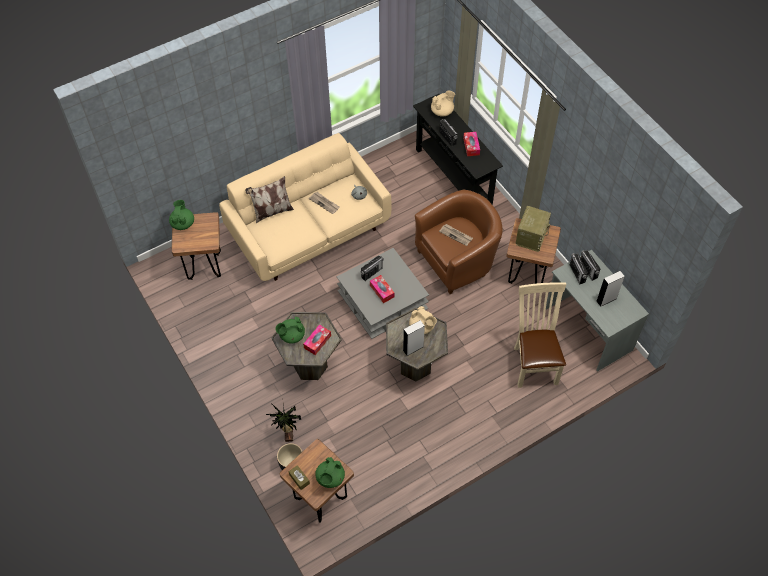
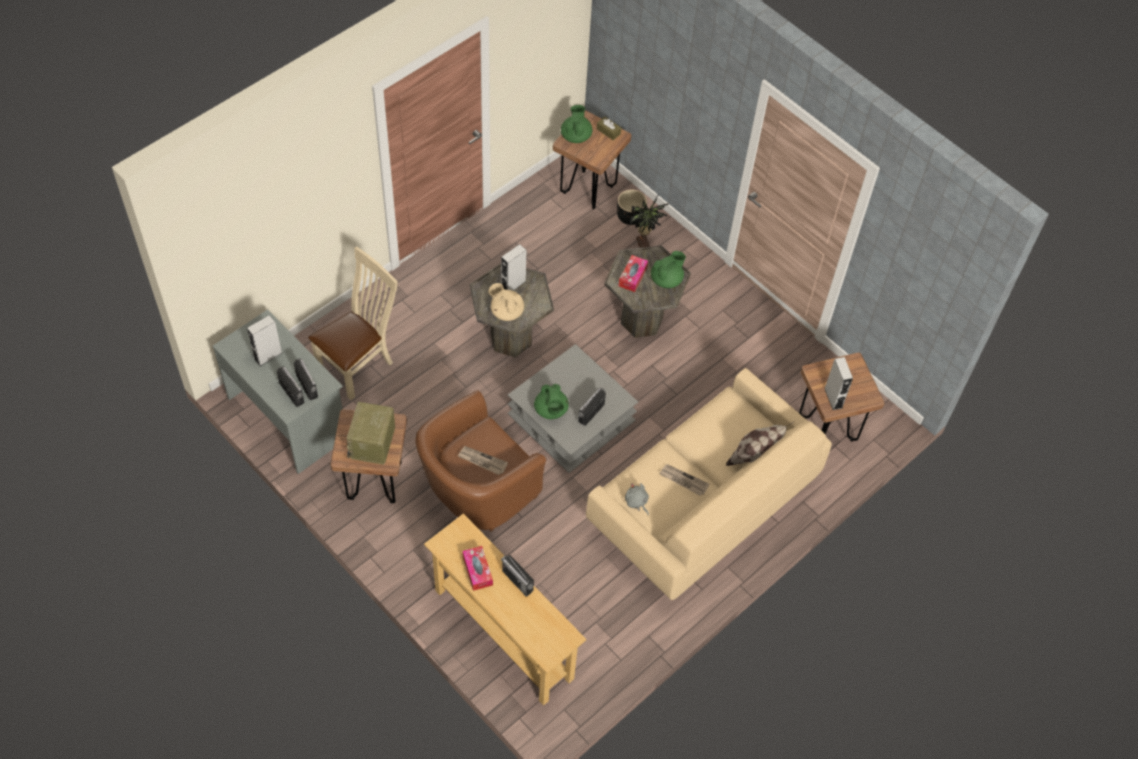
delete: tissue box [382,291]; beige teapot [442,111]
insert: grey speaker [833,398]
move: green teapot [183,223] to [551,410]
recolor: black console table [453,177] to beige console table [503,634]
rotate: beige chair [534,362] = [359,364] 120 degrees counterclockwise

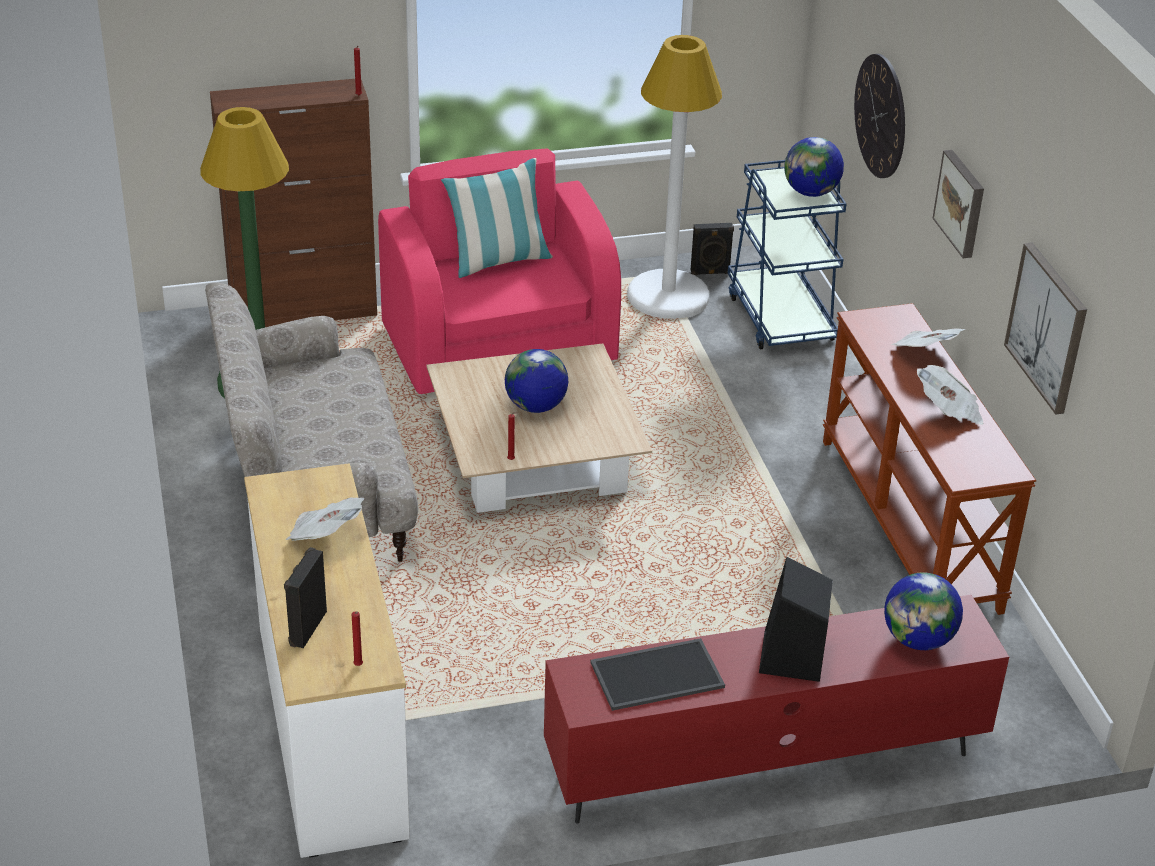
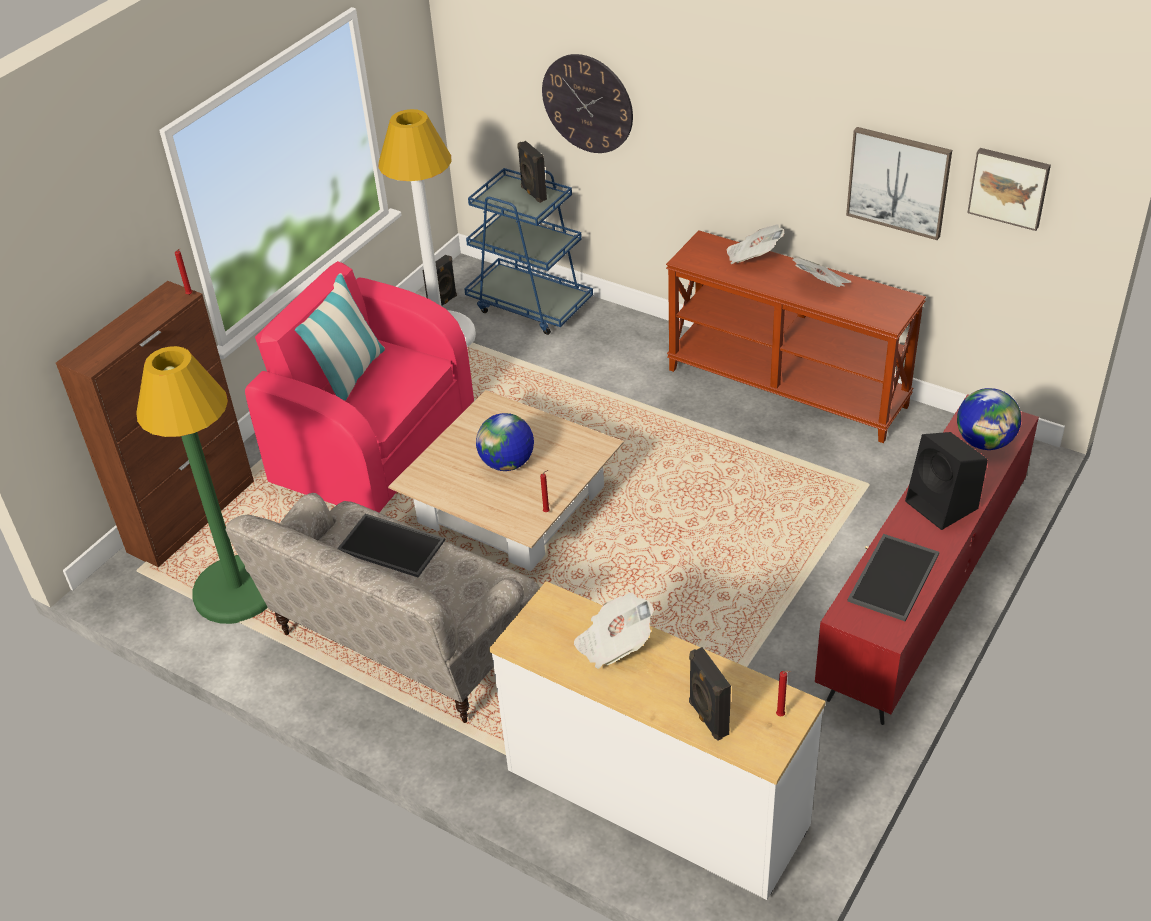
insert: tray [389,546]
move: picture [962,203] to [1009,187]
replace: globe [811,192] to black speaker [533,194]

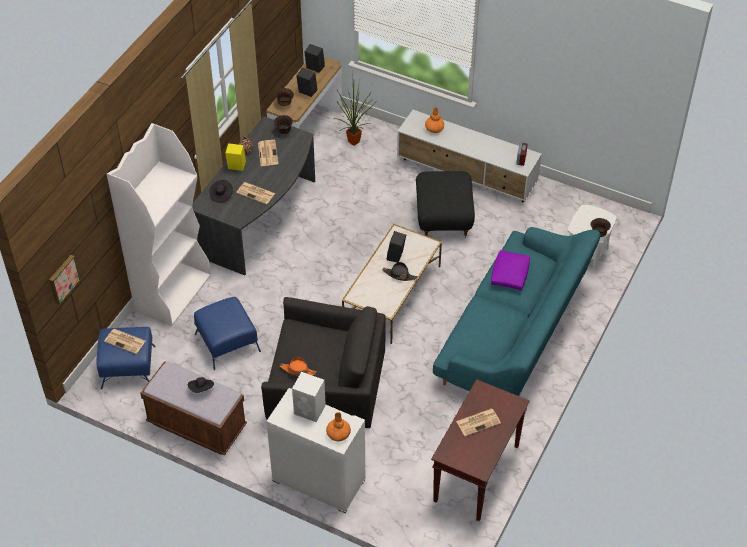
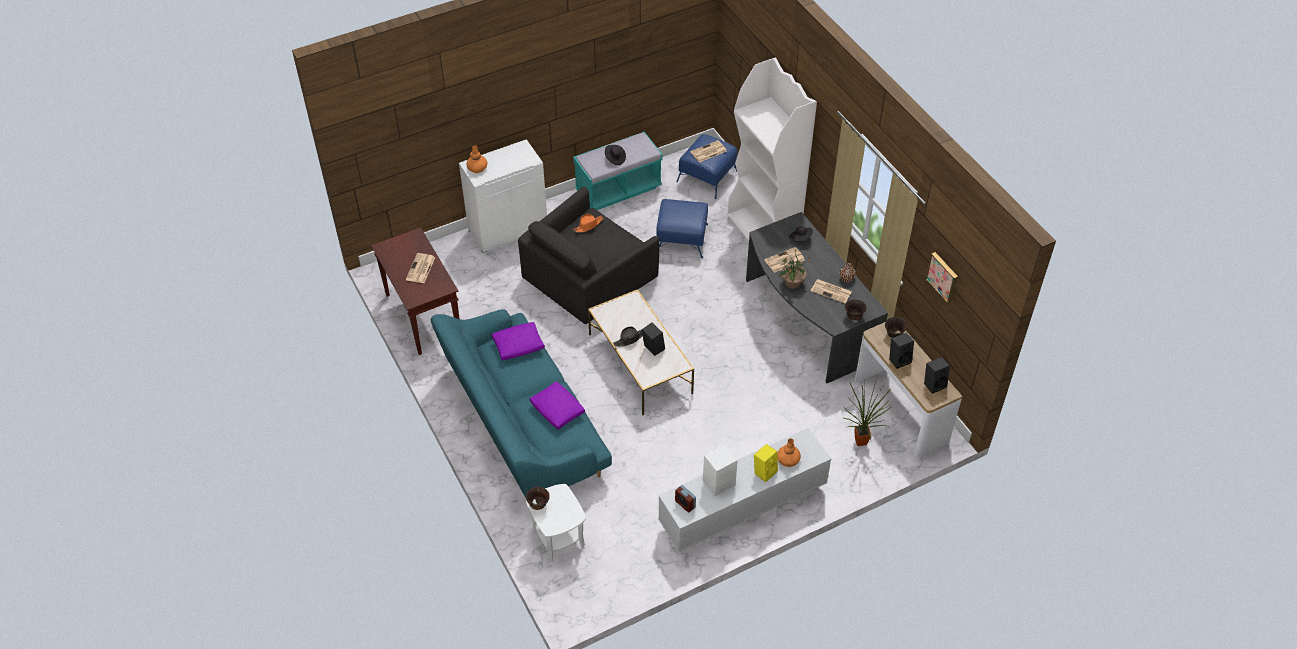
delete: black ottoman [443,218]
insert: purple pillow [519,345]; potted plant [792,283]
move: picture [63,279] to [943,277]; yellow speaker [236,167] to [764,471]; white speaker [310,410] to [718,483]
recolor: brown bench [197,425] to turquoise bench [618,189]

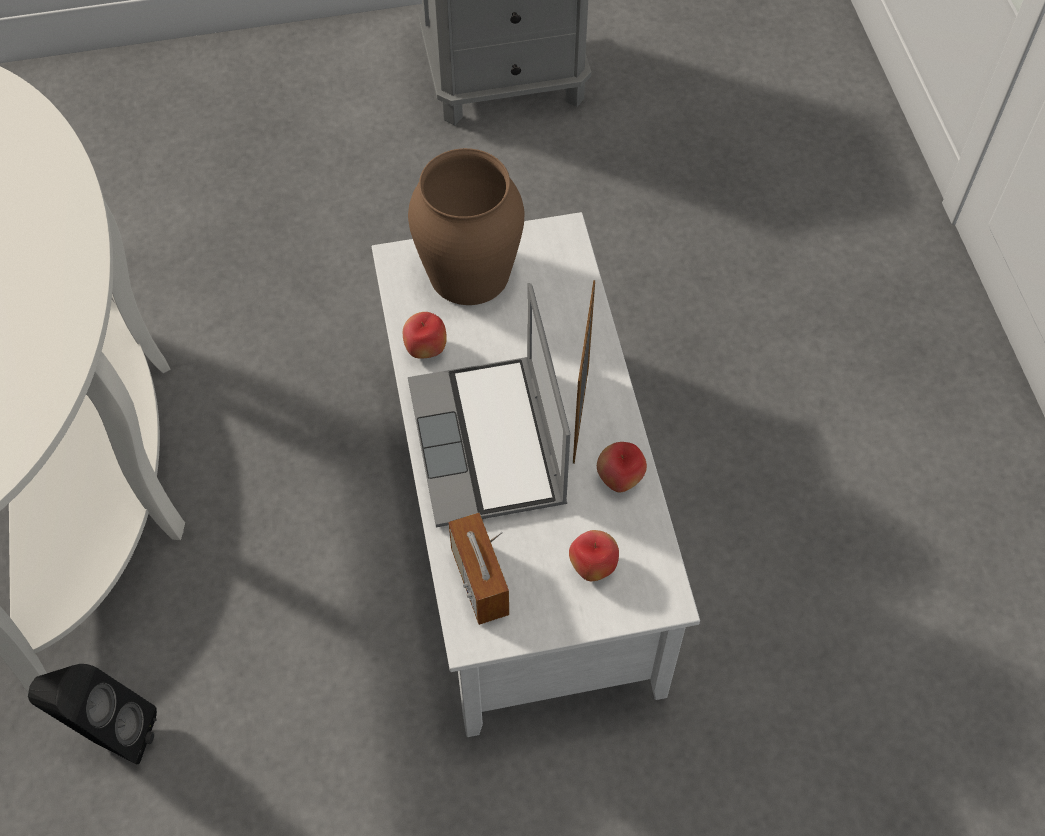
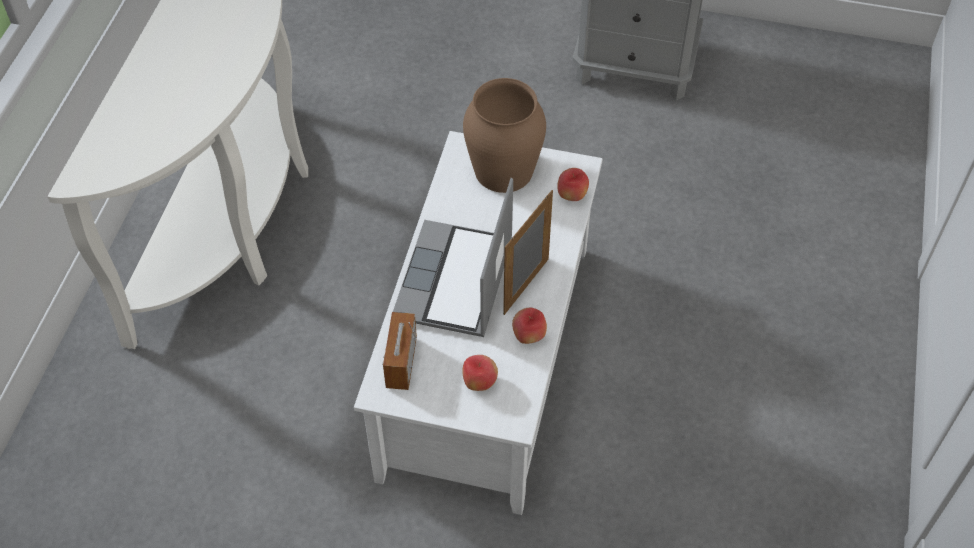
delete: black speaker [110,735]
move: apple [426,349] to [572,196]

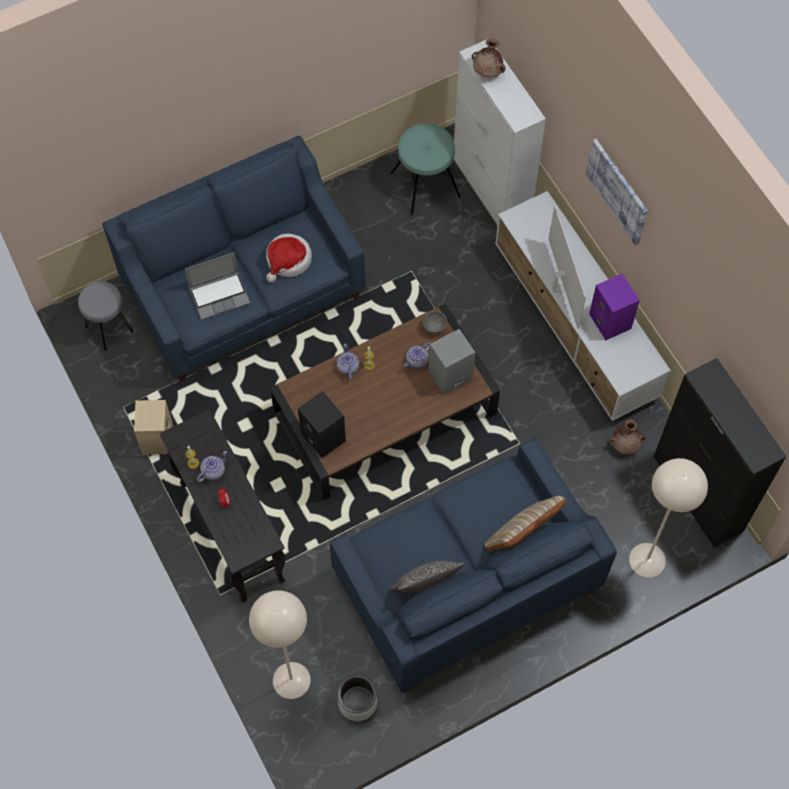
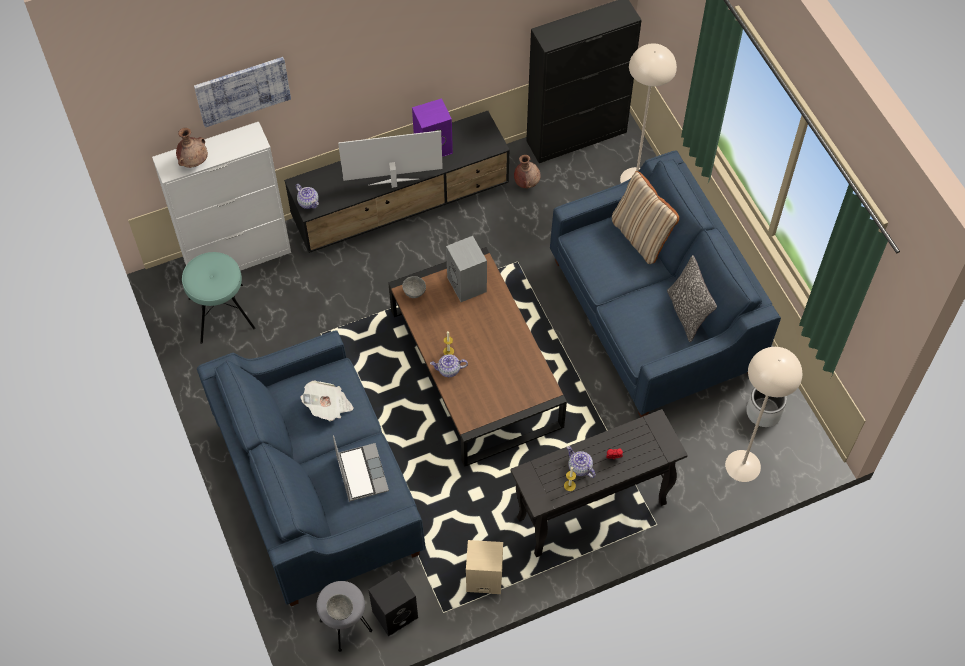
insert: grey bowl [341,611]
move: black speaker [324,437] to [395,613]; teapot [417,361] to [309,202]; picture [618,191] to [242,90]
replace: hat [288,260] to newspaper [328,407]
recolor: white tv stand [574,327] to black tv stand [402,206]

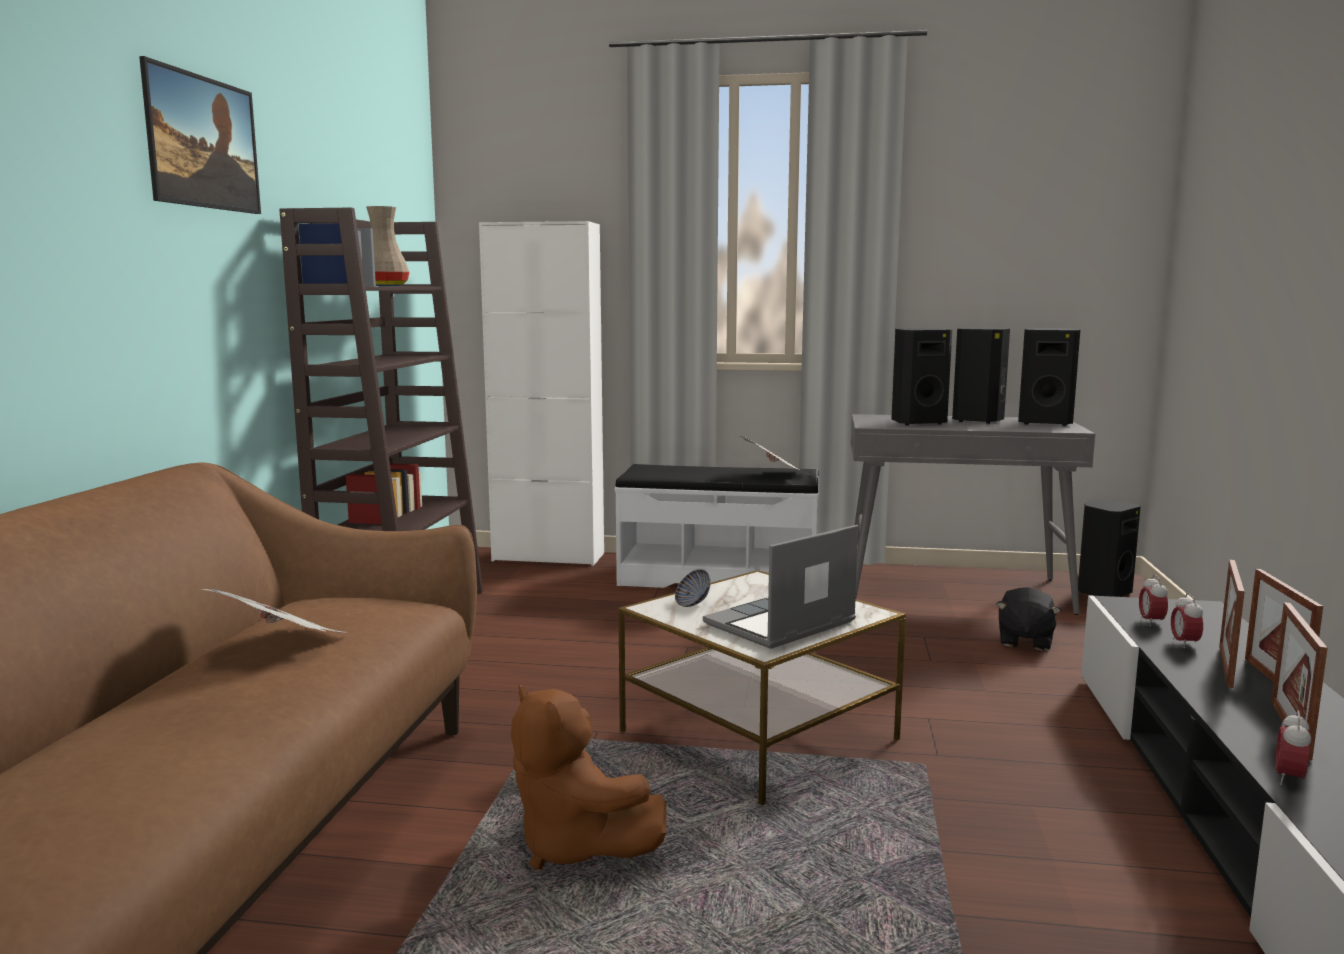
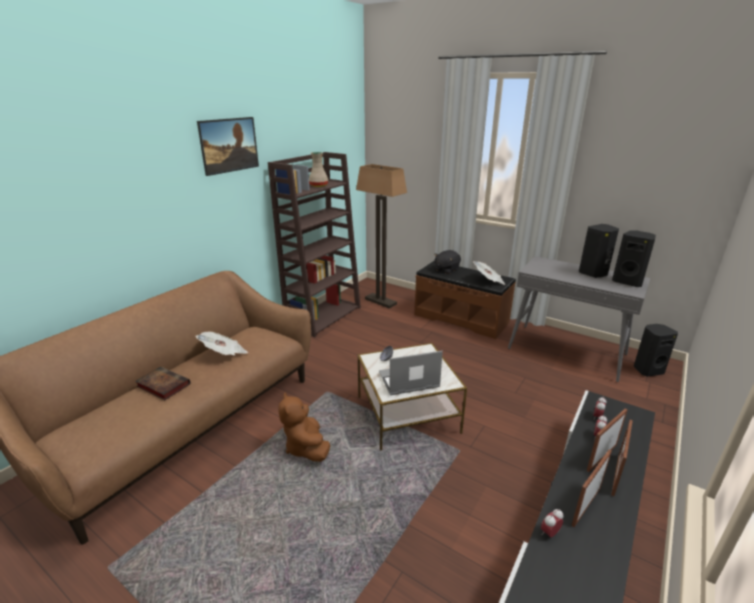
delete: white cabinet [548,557]; black speaker [917,422]
insert: book [162,385]; floor lamp [381,301]
move: black plush toy [1024,641] to [446,270]
recolor: white bench [718,577] to brown bench [461,318]

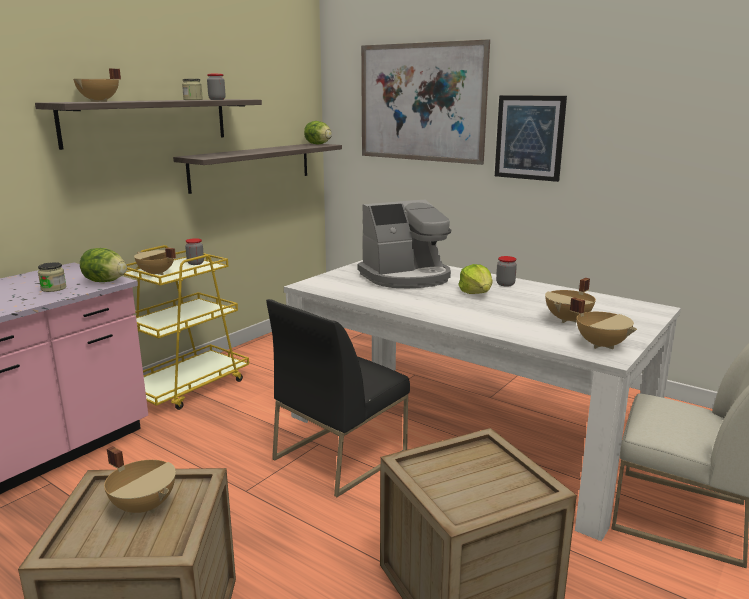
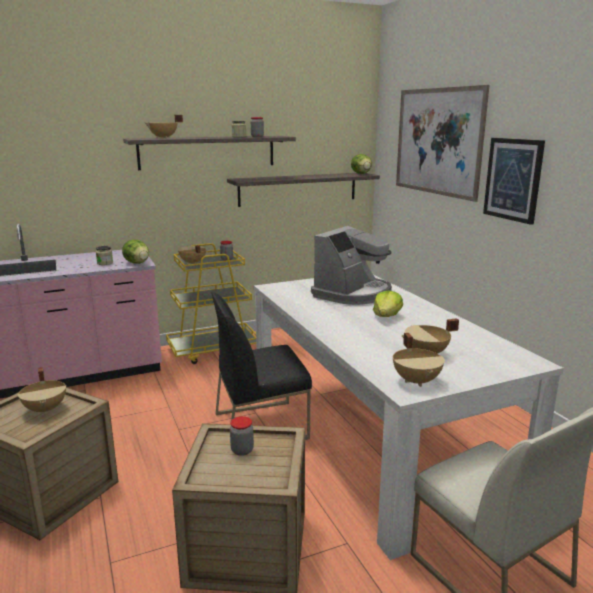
move: jar [505,284] to [242,450]
rotate: coffee machine [406,277] = [353,293] 60 degrees counterclockwise

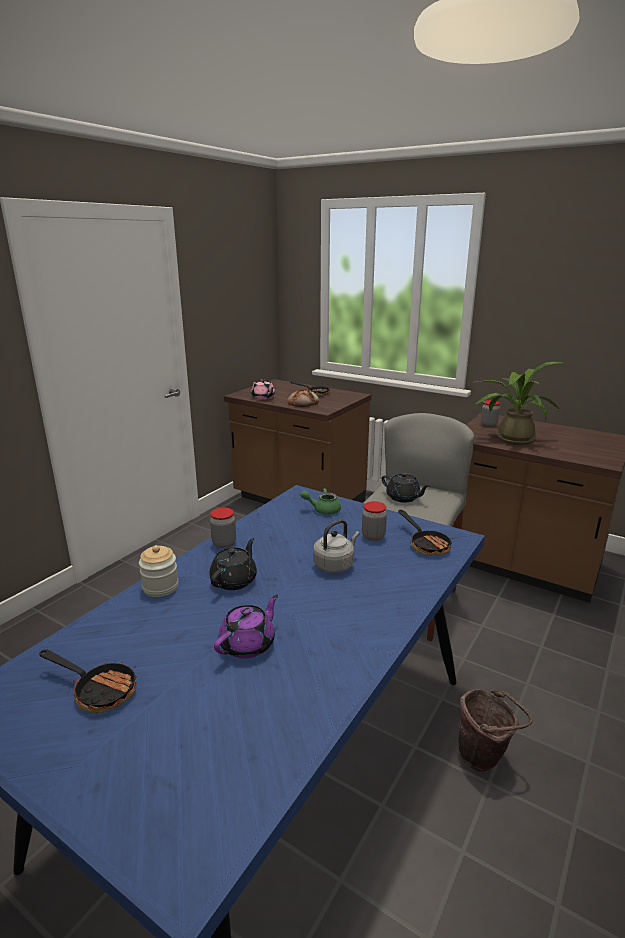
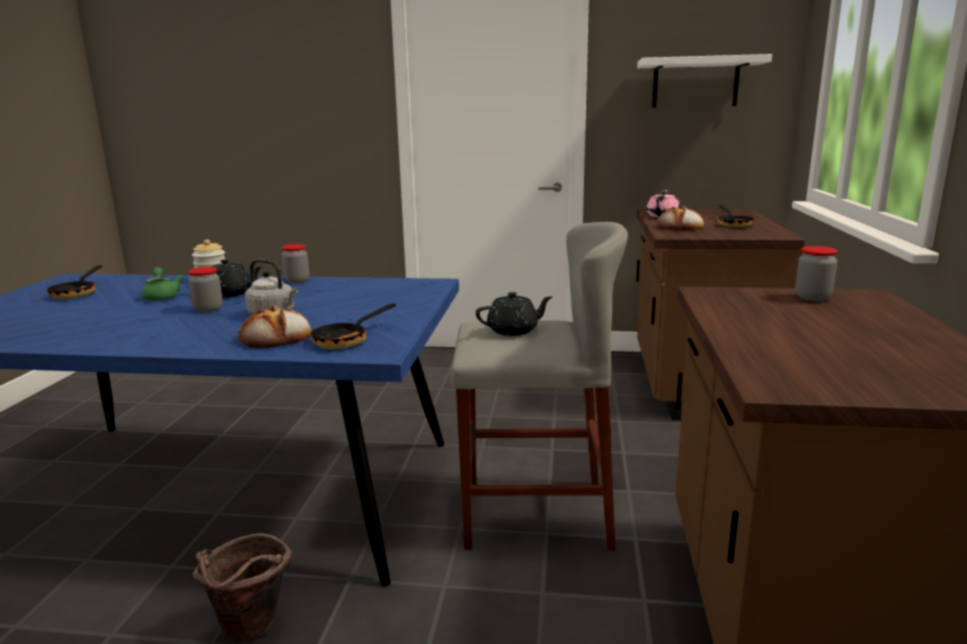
delete: purple teapot [248,644]; potted plant [510,439]
insert: bread [276,337]; white shelf [695,83]
move: green teapot [323,509] to [161,296]; jar [373,536] to [208,309]
rotate: black teapot [403,498] = [514,330] 120 degrees counterclockwise

